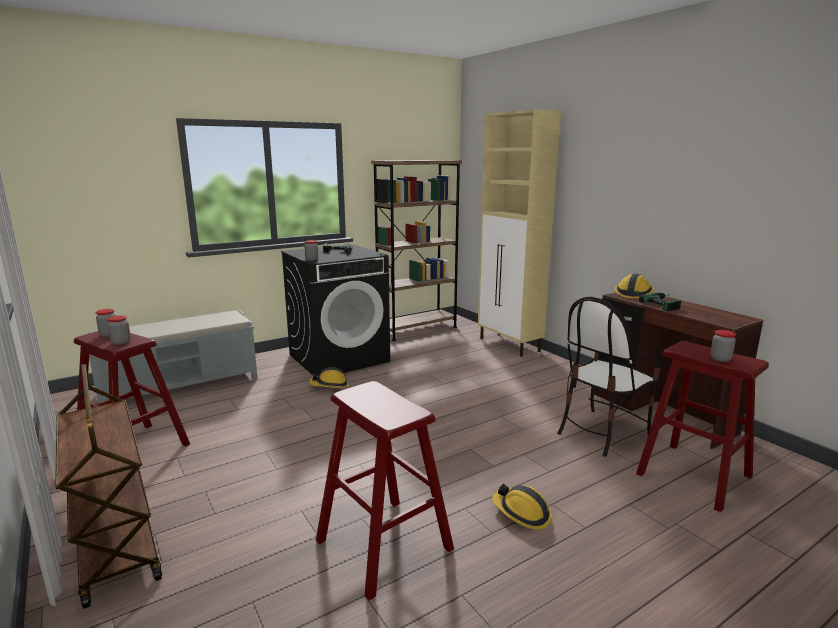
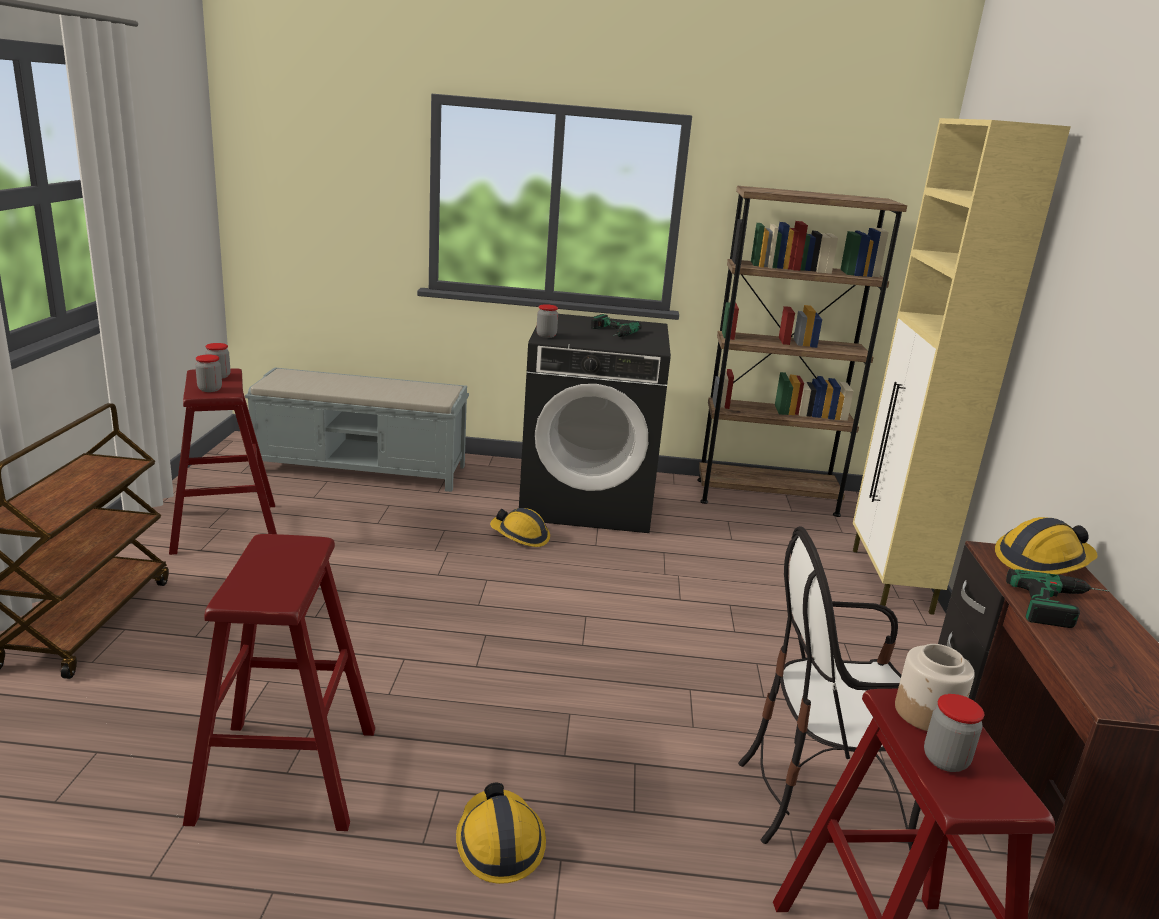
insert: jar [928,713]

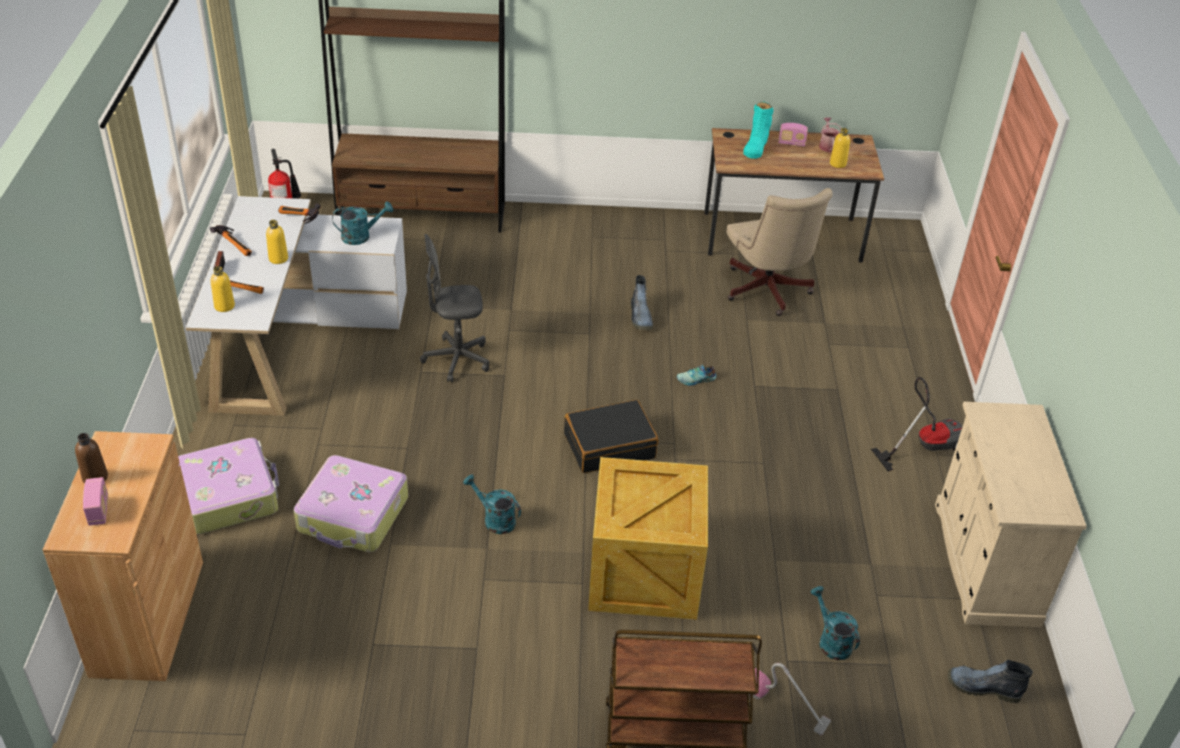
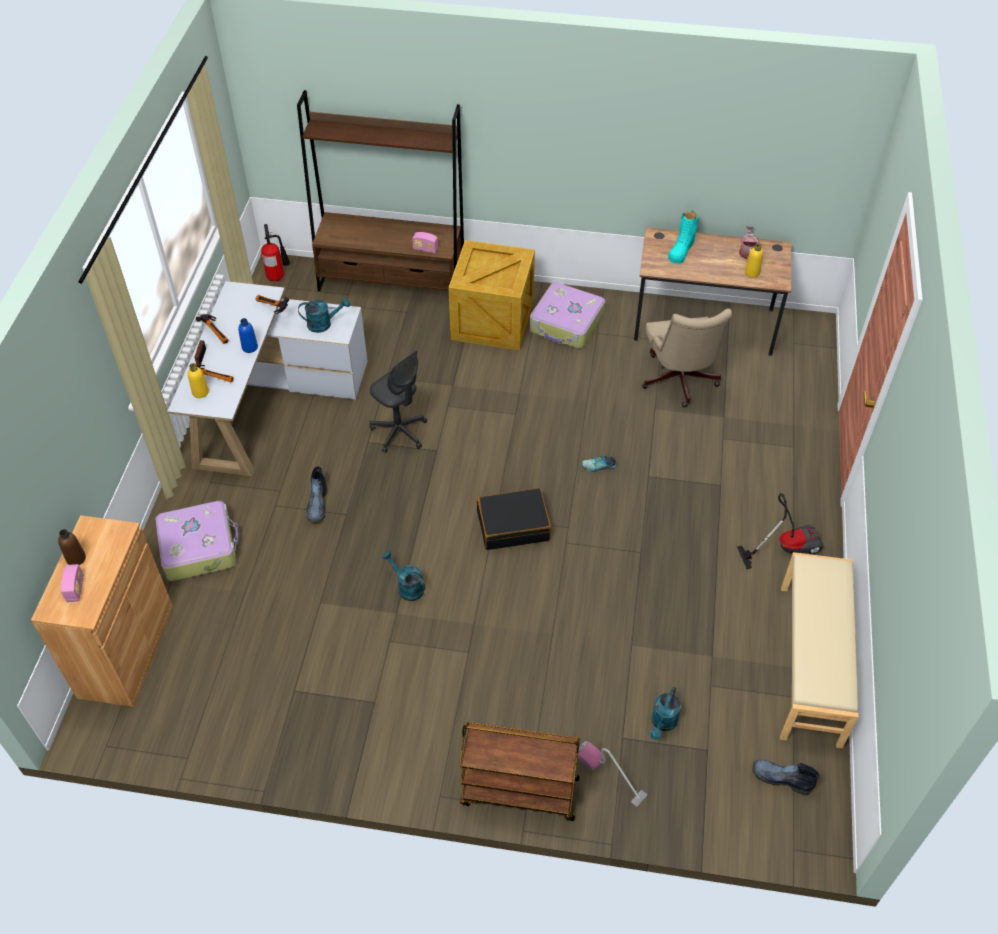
move: suitcase [353,515] to [567,324]; crate [642,574] to [491,321]; boot [641,317] to [318,505]; radio [791,143] to [425,249]
replace: beige cabinet [985,563] to beige bench [811,664]
recolor: yellow bottle [278,258] to blue bottle [250,347]
rotate: grey office chair [456,359] = [399,432] 135 degrees counterclockwise; turquoise watering can [831,641] = [663,723] 135 degrees counterclockwise

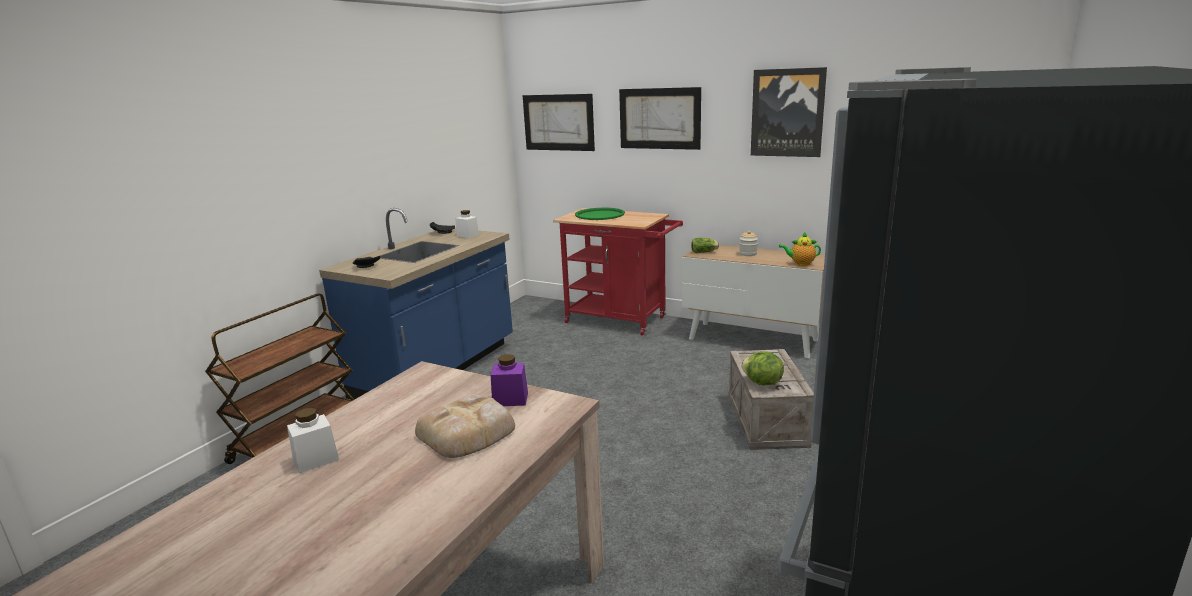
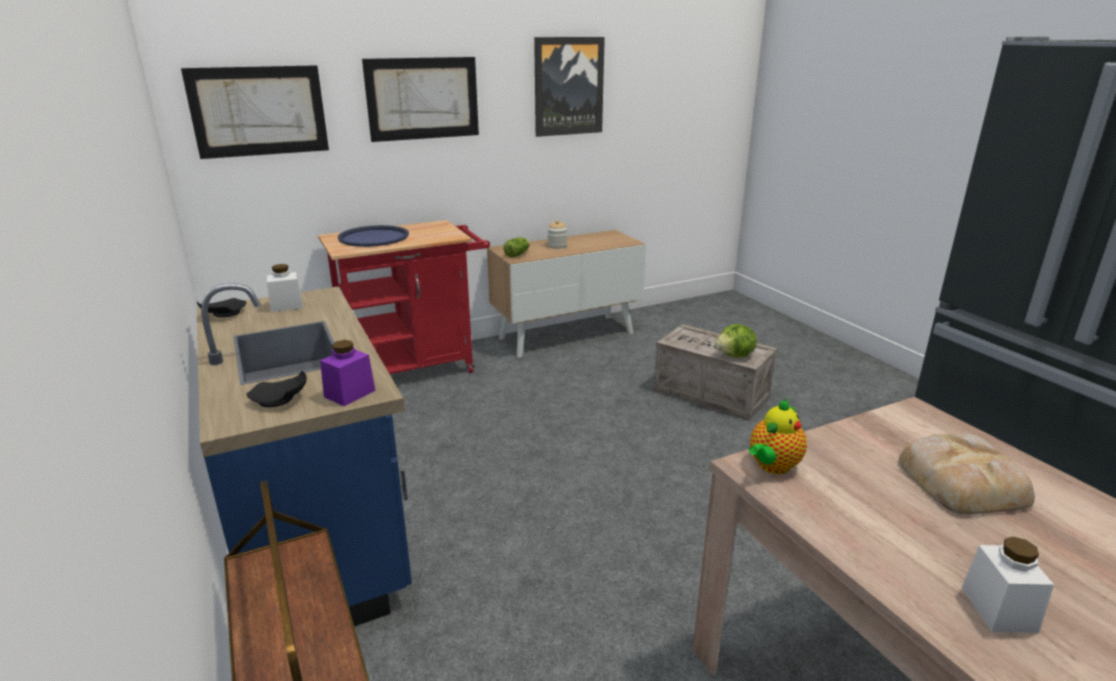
move: purple jar [510,399] to [349,393]; teapot [800,263] to [772,466]
recolor: green tray [600,215] to blue tray [374,237]

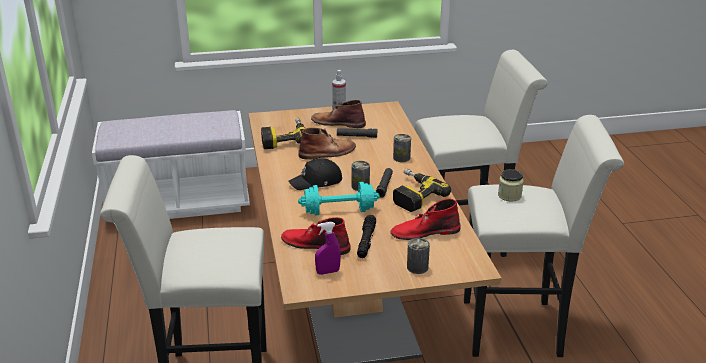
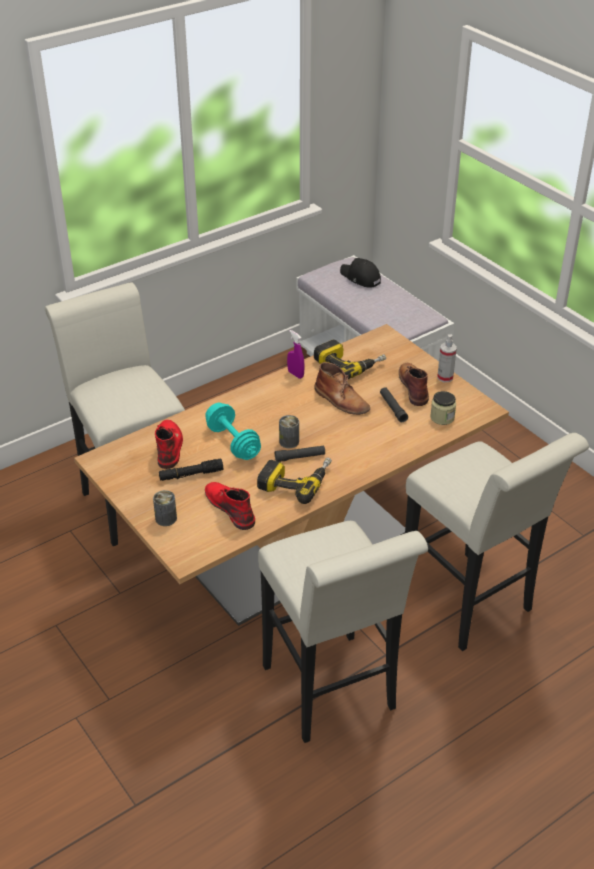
delete: can [401,158]
move: black cap [317,182] to [360,278]; purple spray bottle [328,272] to [295,374]; jar [509,195] to [442,417]

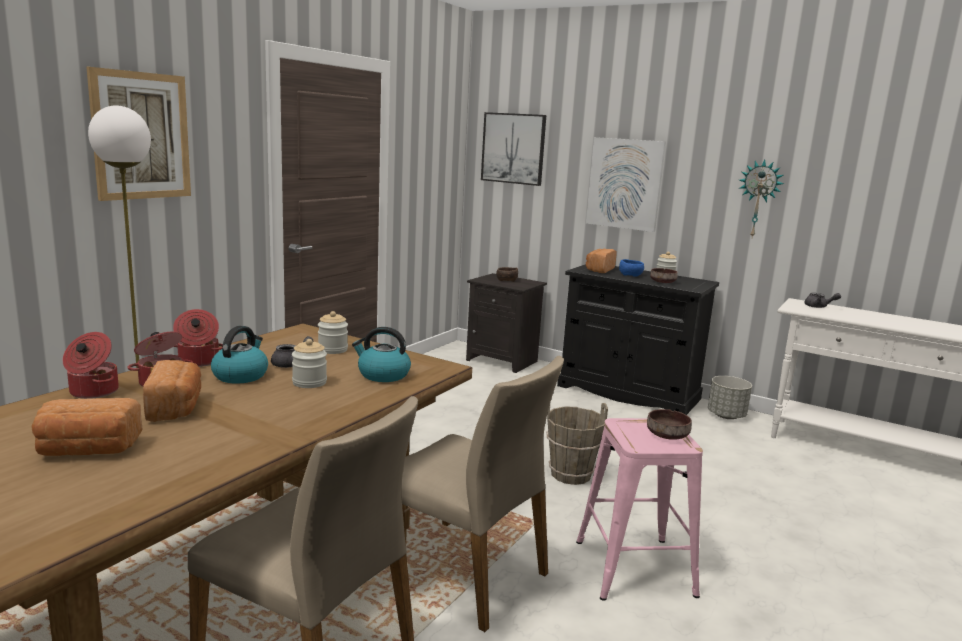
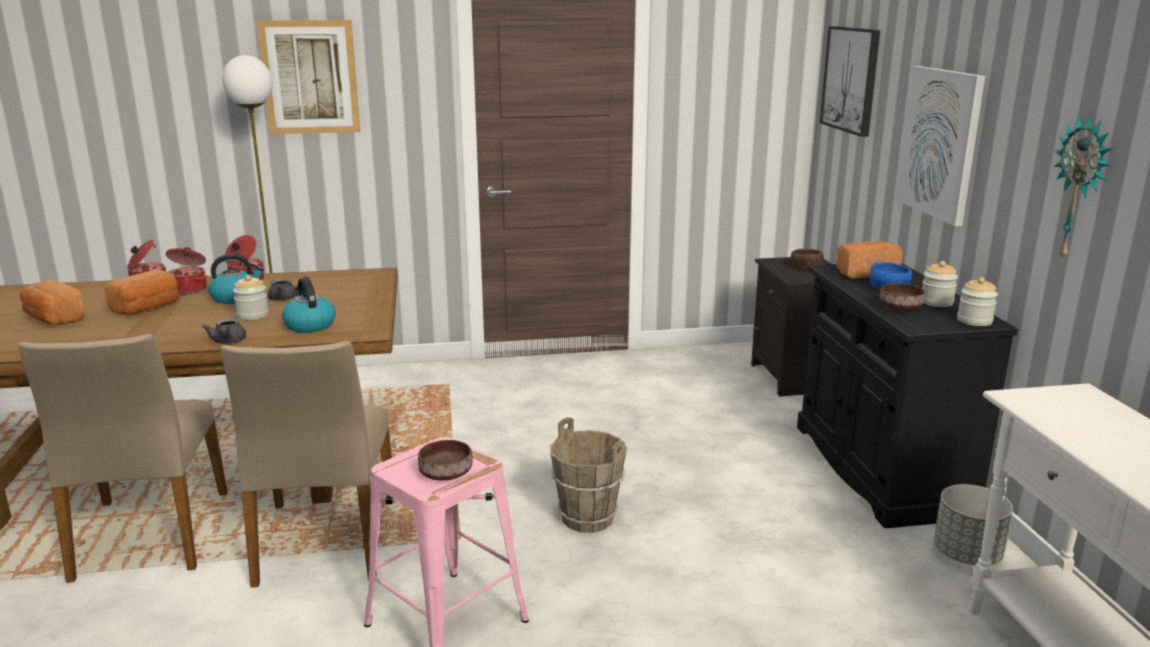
move: jar [332,350] to [974,321]; grey teapot [819,307] to [228,342]

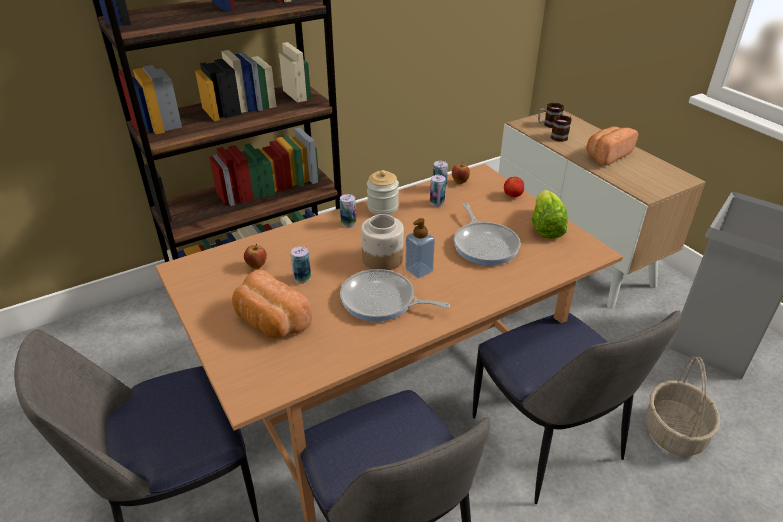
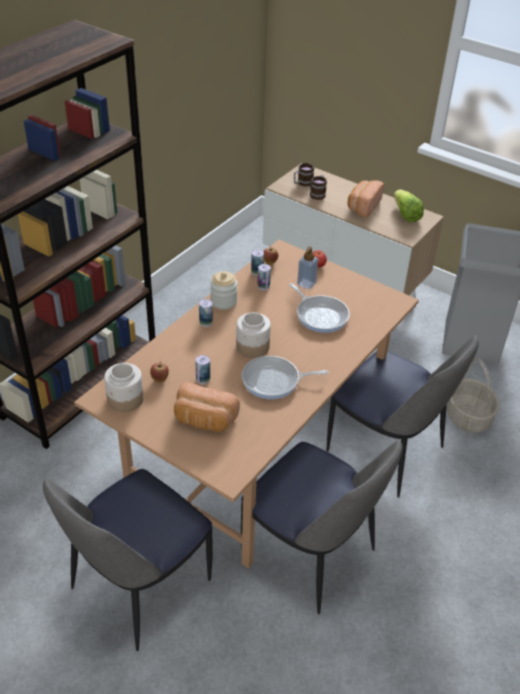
insert: jar [125,399]
move: soap dispenser [419,270] to [306,283]; lettuce [545,227] to [405,215]

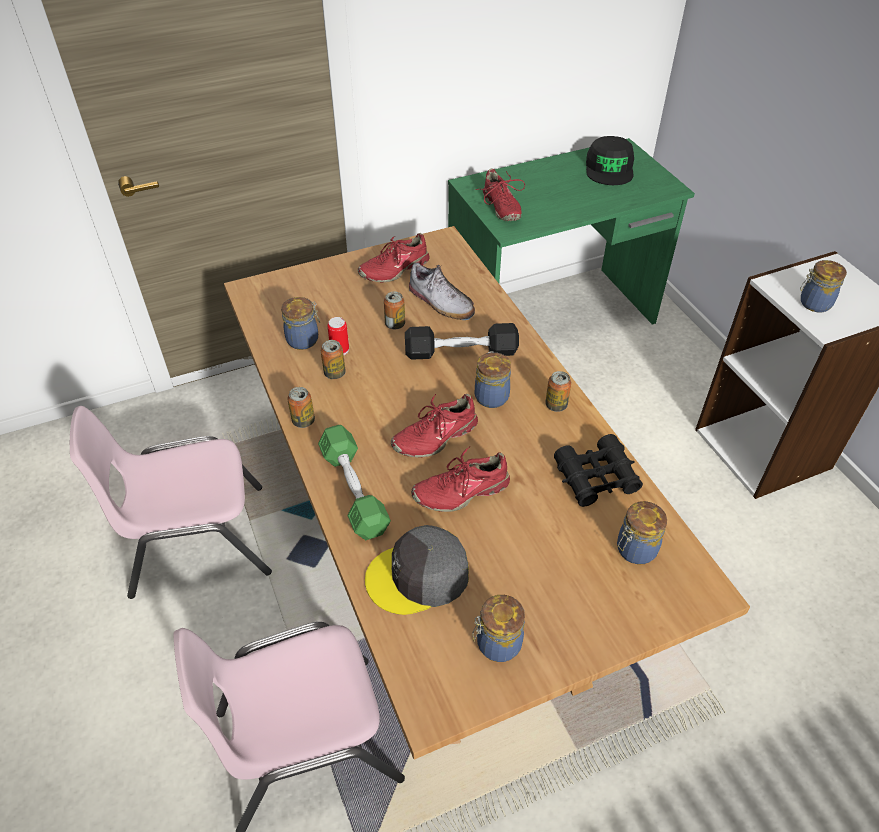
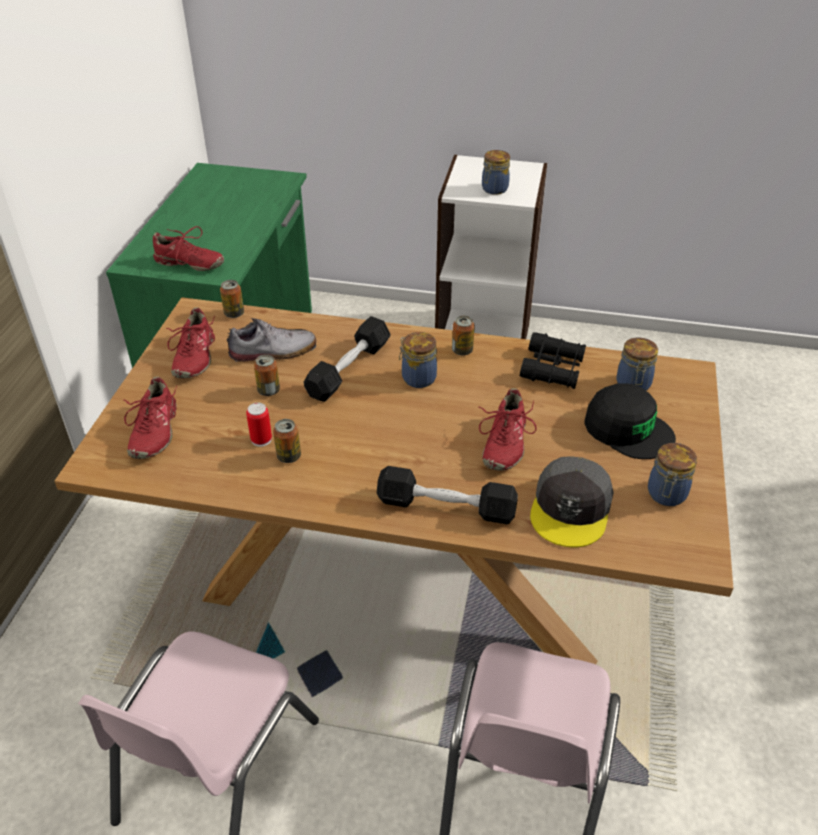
delete: jar [304,339]
move: can [303,421] to [234,313]; red shoe [435,436] to [153,432]; black cap [609,168] to [628,429]
recolor: green dumbbell [354,490] to black dumbbell [446,507]

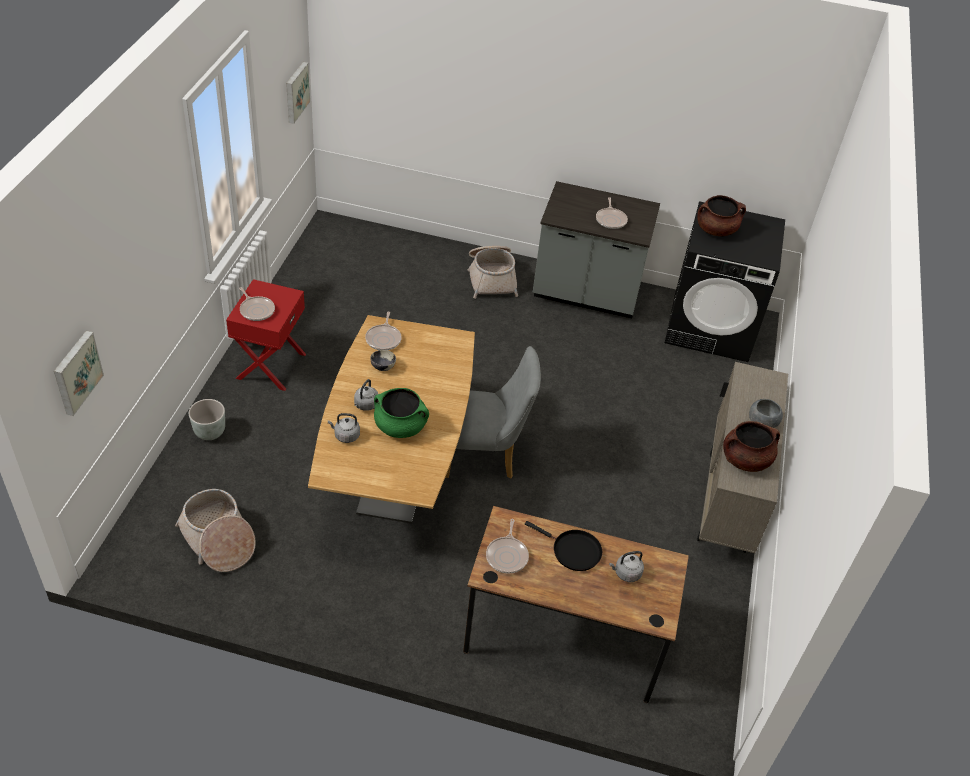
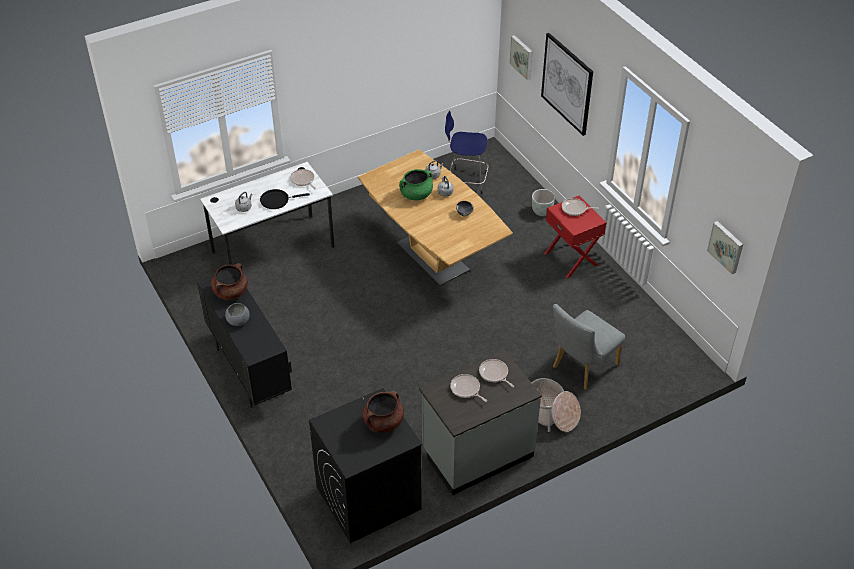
insert: picture [567,83]
move: frying pan [384,338] to [494,374]; grey chair [485,456] to [581,368]
replace: basket [218,540] to blue stool [466,181]
recolor: brown desk [564,638] to white desk [273,249]; beige cabinet [727,502] to black cabinet [249,371]

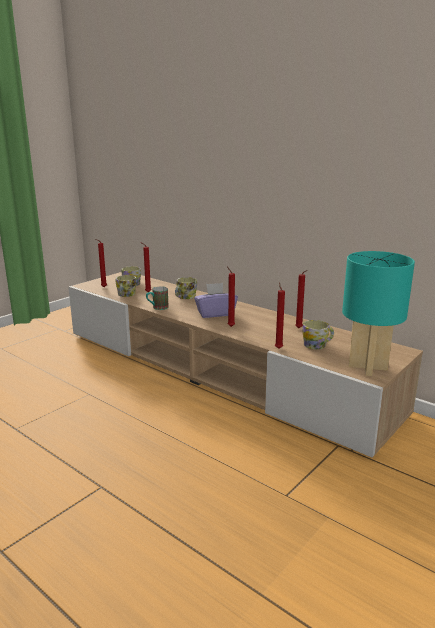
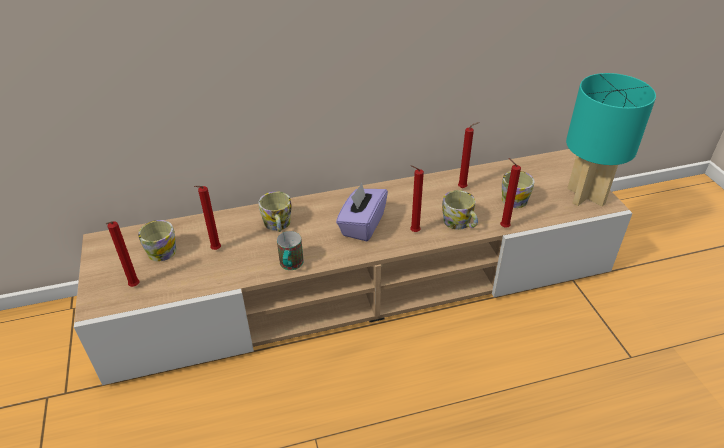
move: mug [125,295] to [459,223]

